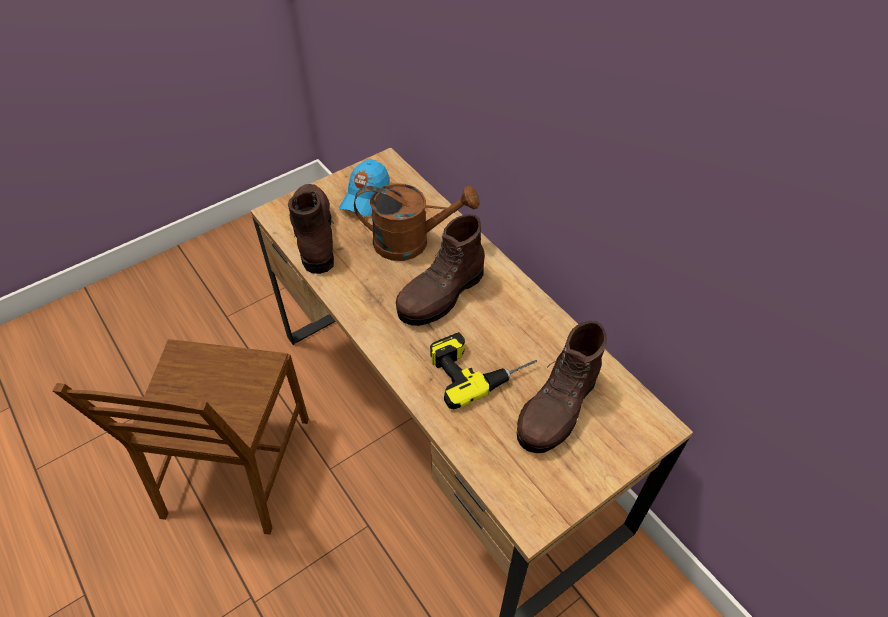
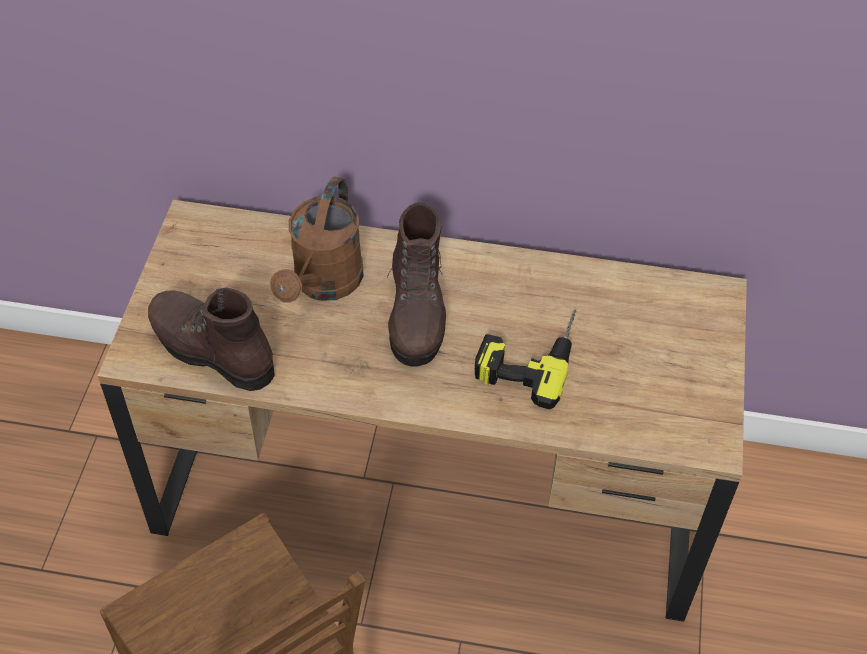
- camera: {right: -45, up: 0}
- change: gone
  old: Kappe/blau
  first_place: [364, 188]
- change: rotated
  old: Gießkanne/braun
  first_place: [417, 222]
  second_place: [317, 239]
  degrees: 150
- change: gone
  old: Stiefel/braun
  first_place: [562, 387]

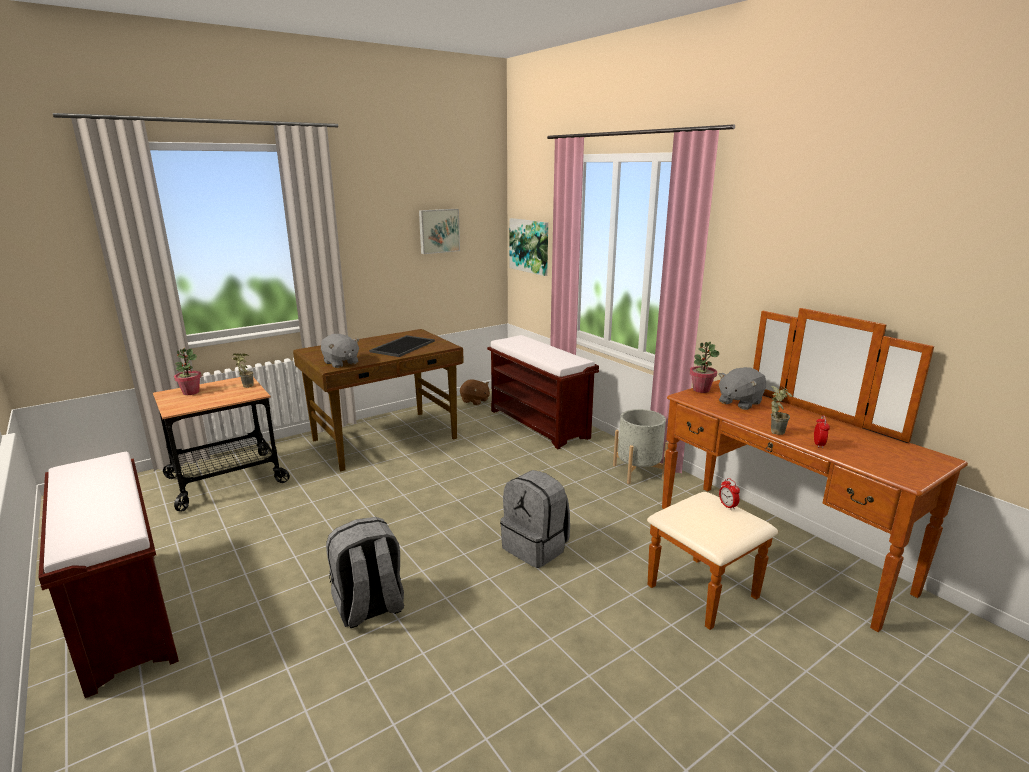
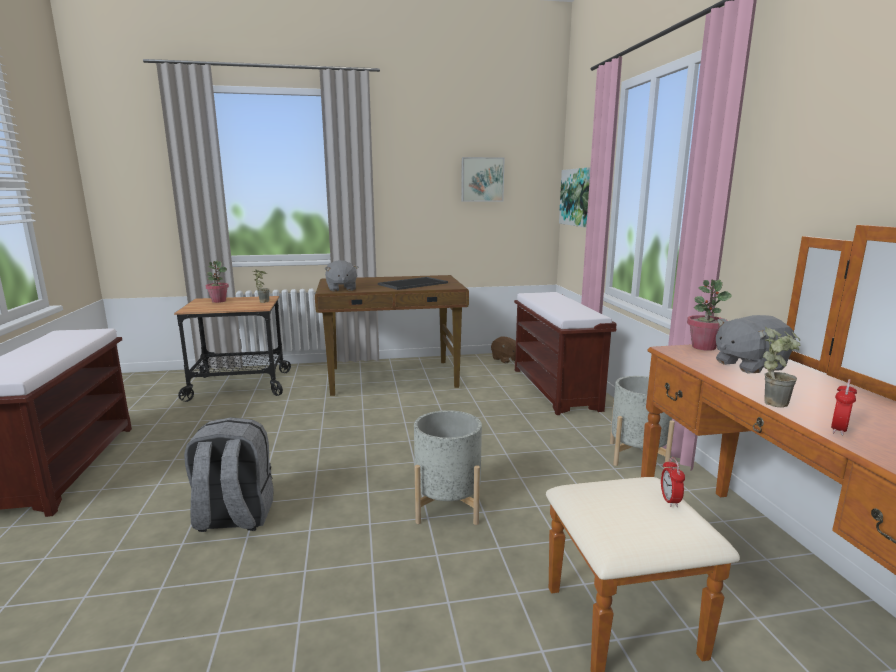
- camera: {right: 25, up: -5}
- change: swapped
  old: Rucksack/grau
  new: Pflanzkübel/grau
  first_place: [535, 519]
  second_place: [448, 467]

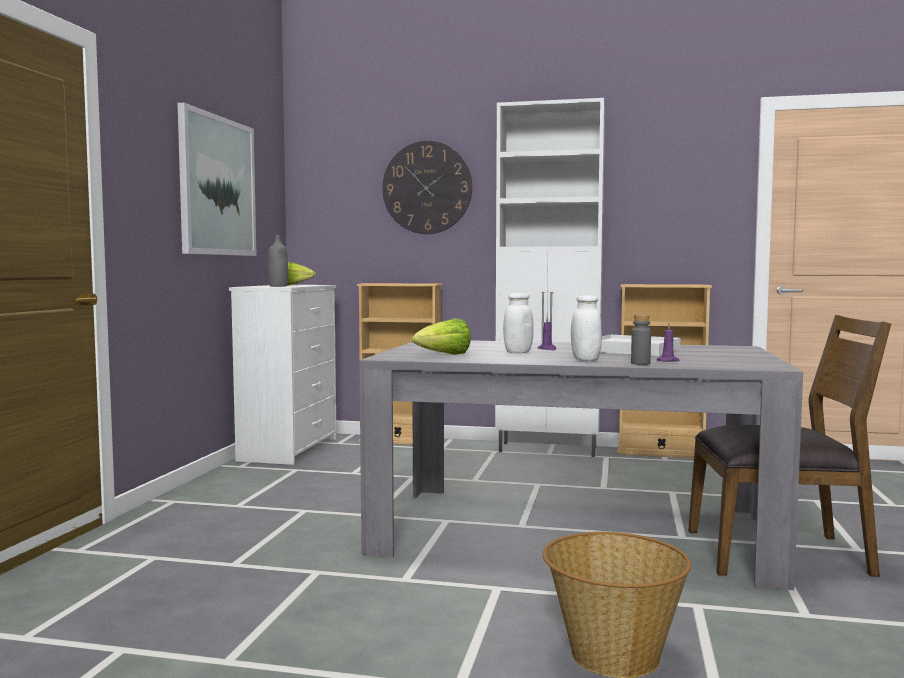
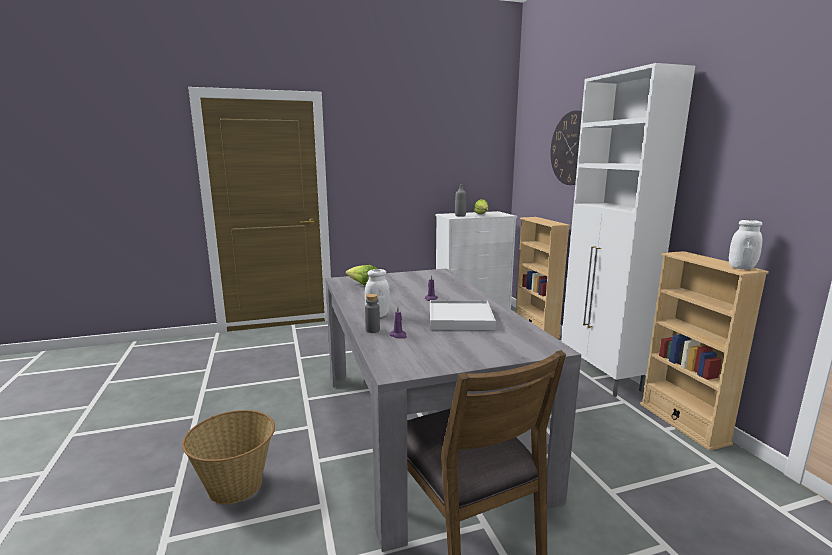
- camera: {right: 60, up: 10}
- change: gone
  old: Bild
  first_place: [217, 179]
- change: shifted
  old: Vorratsglas/weiß
  first_place: [518, 323]
  second_place: [745, 244]

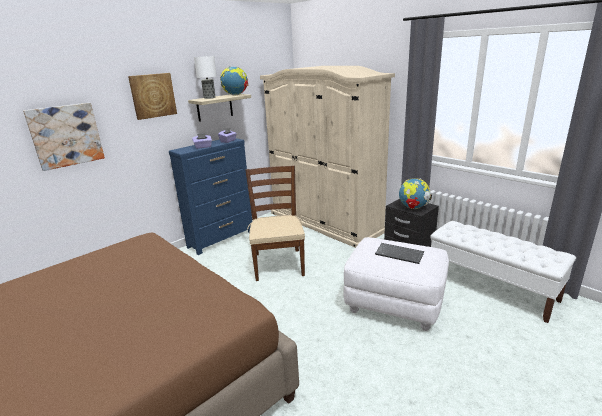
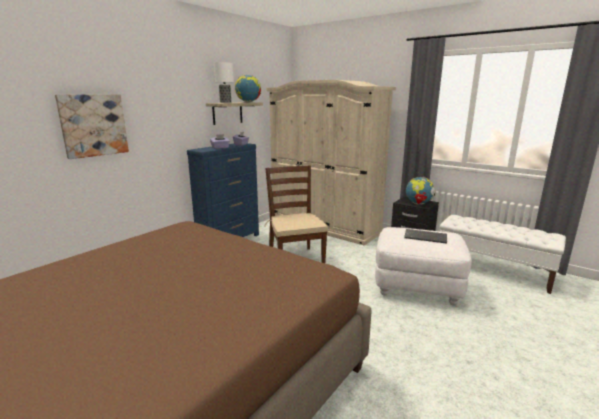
- camera: {right: -10, up: -5}
- change: gone
  old: Bild
  first_place: [152, 96]

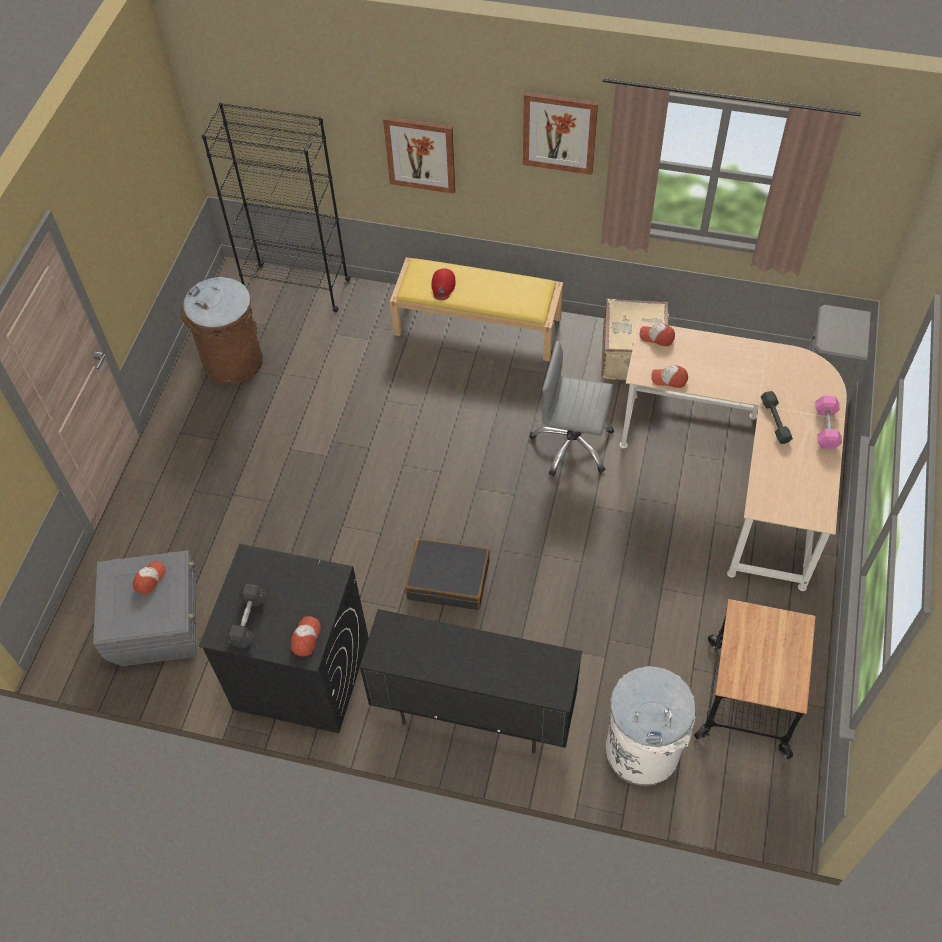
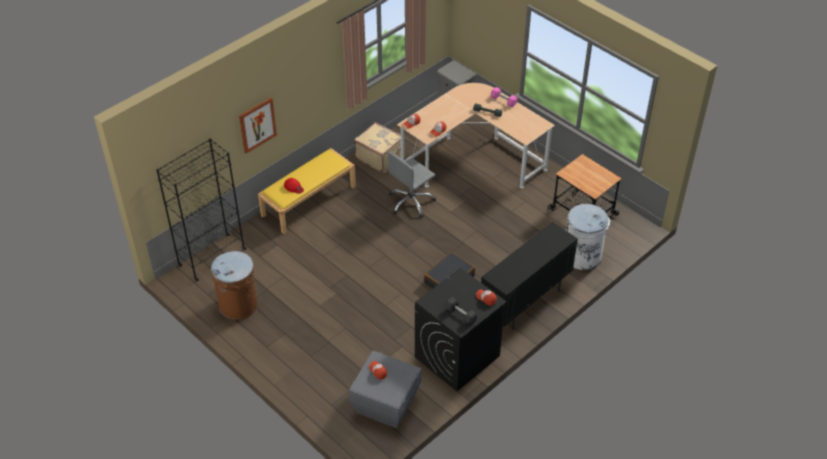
- camera: {right: -60, up: -10}
- change: gone
  old: Bild
  first_place: [560, 133]

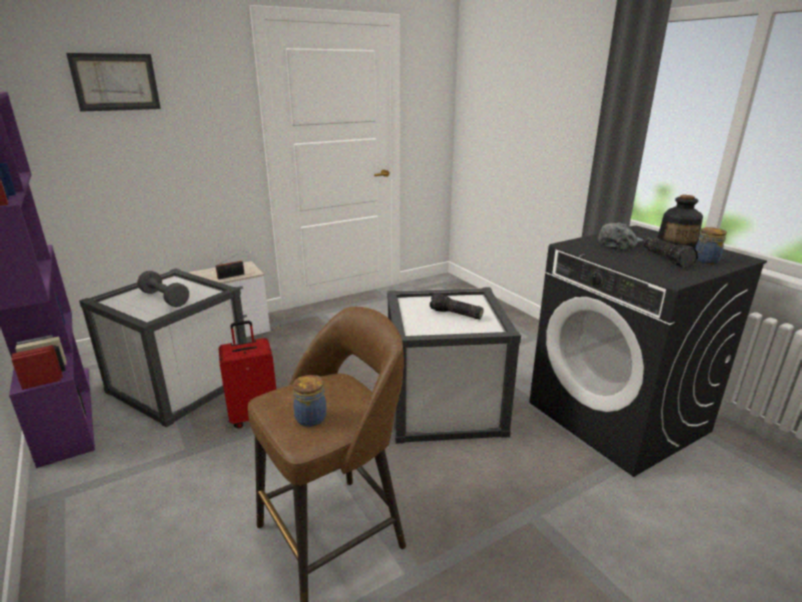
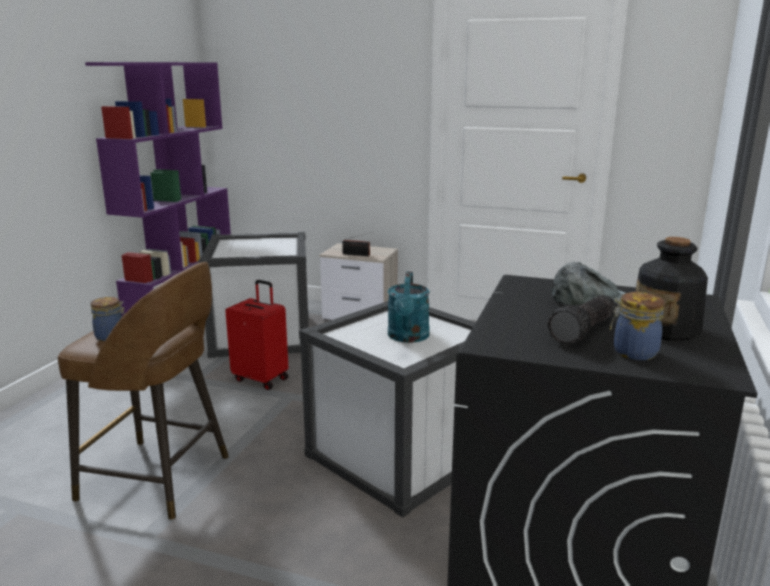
- camera: {right: 50, up: -5}
- change: gone
  old: Bild
  first_place: [113, 82]
- change: gone
  old: Hantel/grau
  first_place: [163, 289]
- change: swapped
  old: Taschenlampe
  new: Gießkanne/türkis
  first_place: [457, 306]
  second_place: [409, 307]

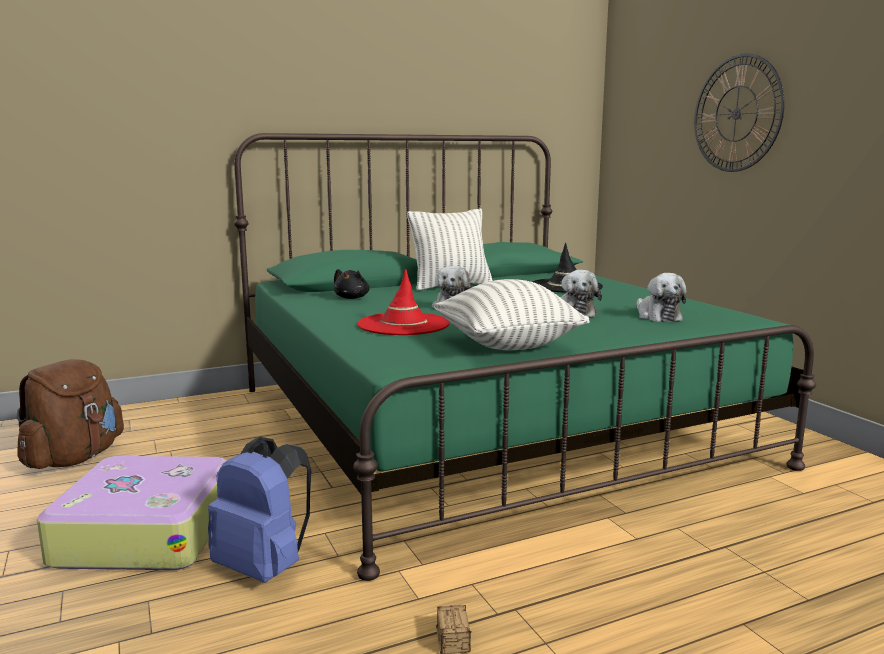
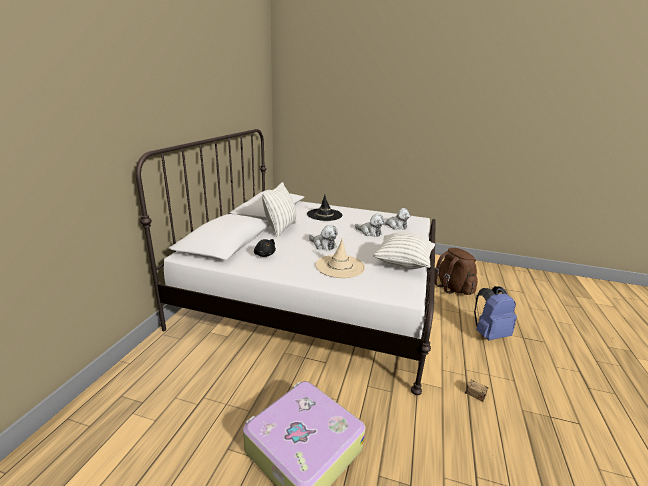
- camera: {right: -50, up: 10}
- change: shifted
  old: Rucksack/braun
  first_place: [70, 414]
  second_place: [456, 271]
- change: shifted
  old: Rucksack/blau
  first_place: [260, 510]
  second_place: [495, 313]
- change: repainted
  old: Bett/grün
  new: Bett/weiß
  first_place: [525, 357]
  second_place: [286, 262]
- change: repainted
  old: Hut/rot
  new: Hut/beige
  first_place: [403, 302]
  second_place: [340, 258]
- change: gone
  old: Wanduhr
  first_place: [739, 112]

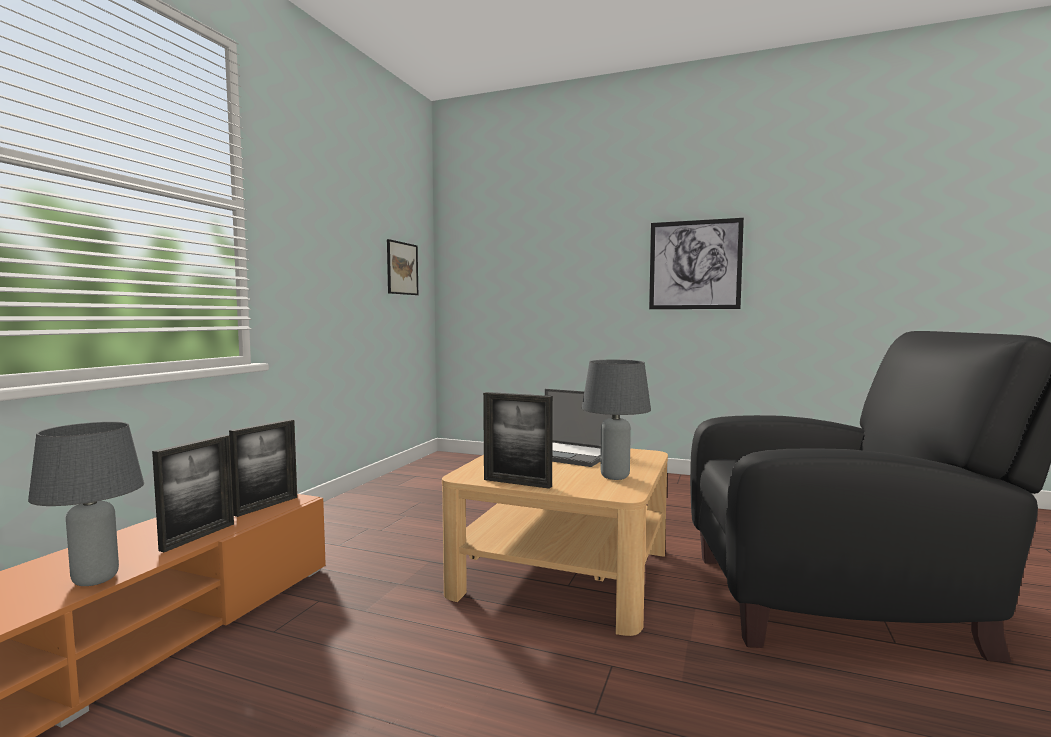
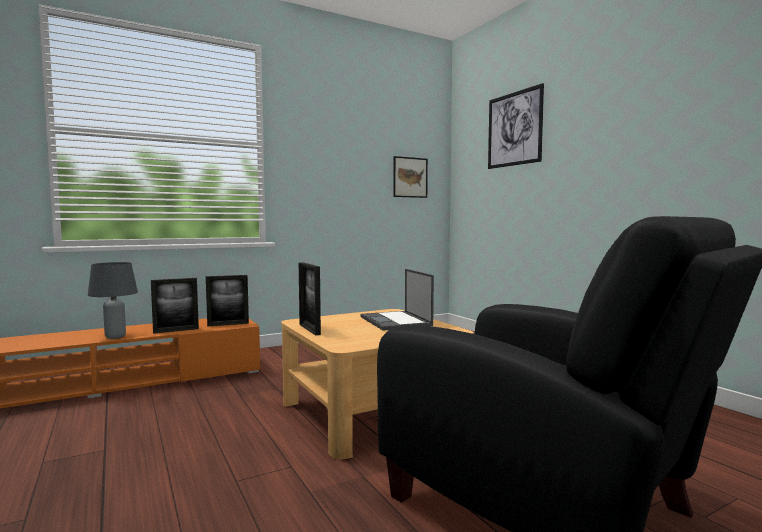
- camera: {right: 40, up: 0}
- change: gone
  old: Tischlampe/grau
  first_place: [616, 420]
- change: shifted
  old: Bild
  first_place: [696, 263]
  second_place: [516, 126]

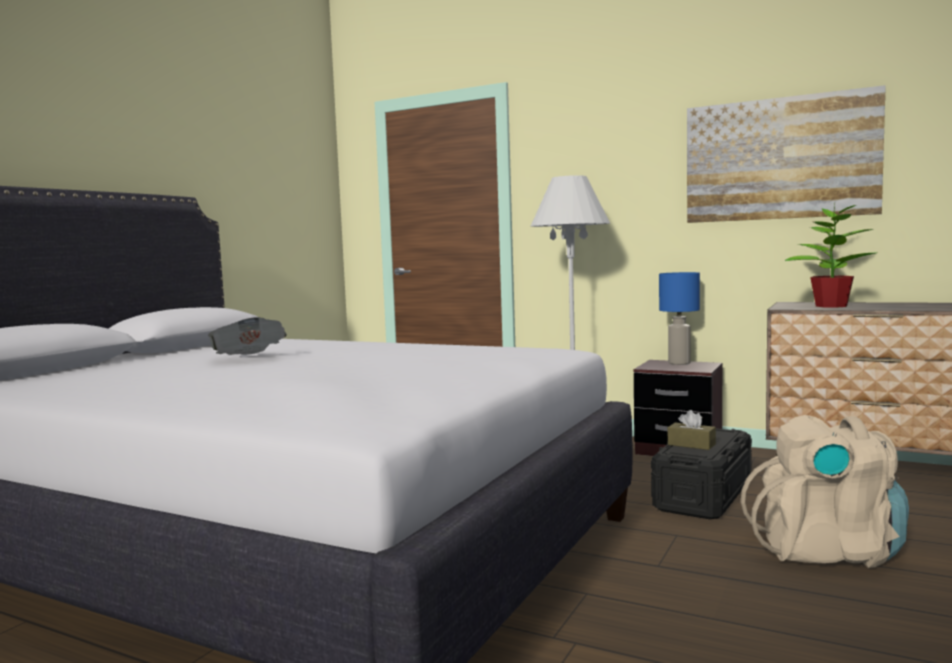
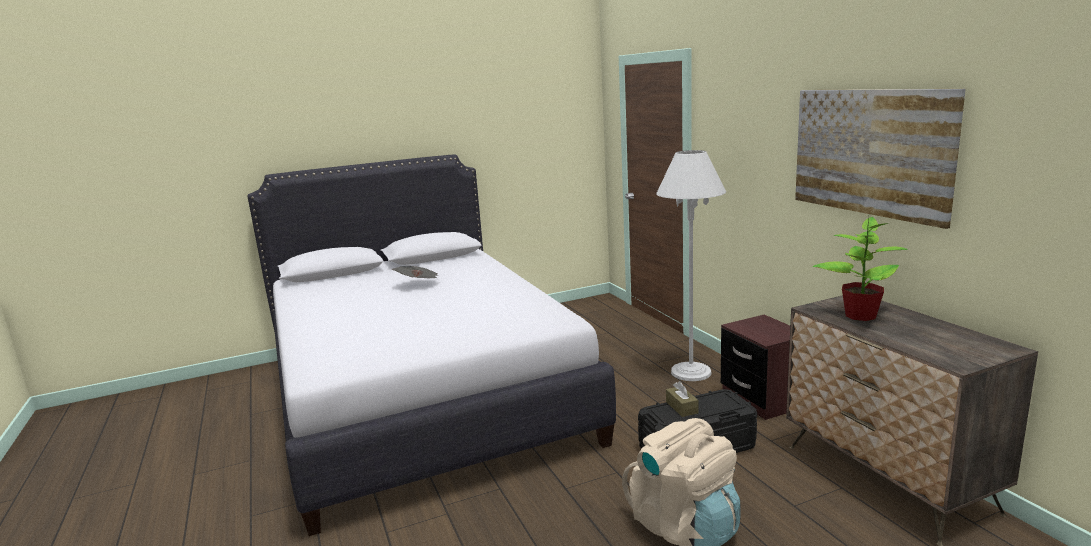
- camera: {right: 40, up: 10}
- change: gone
  old: Tischlampe/blau
  first_place: [679, 318]

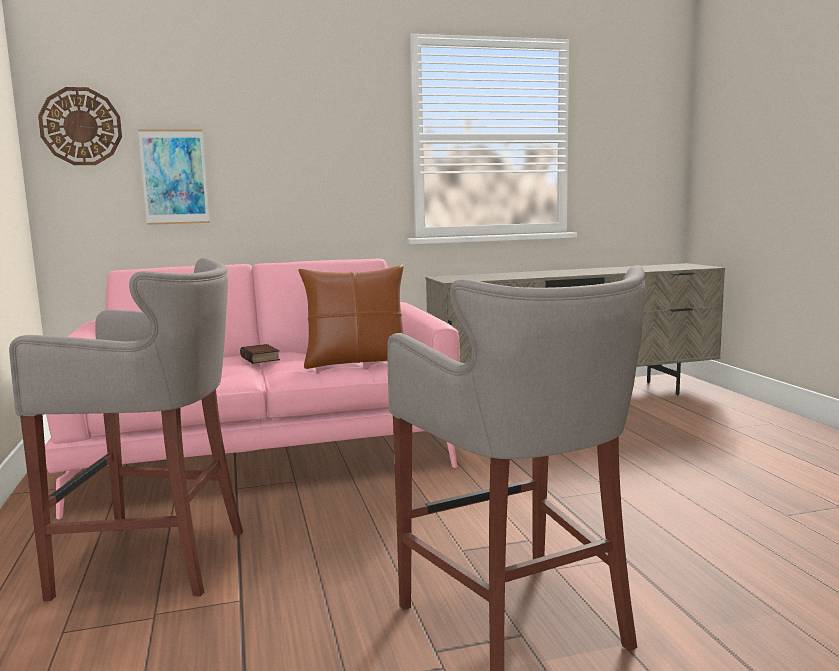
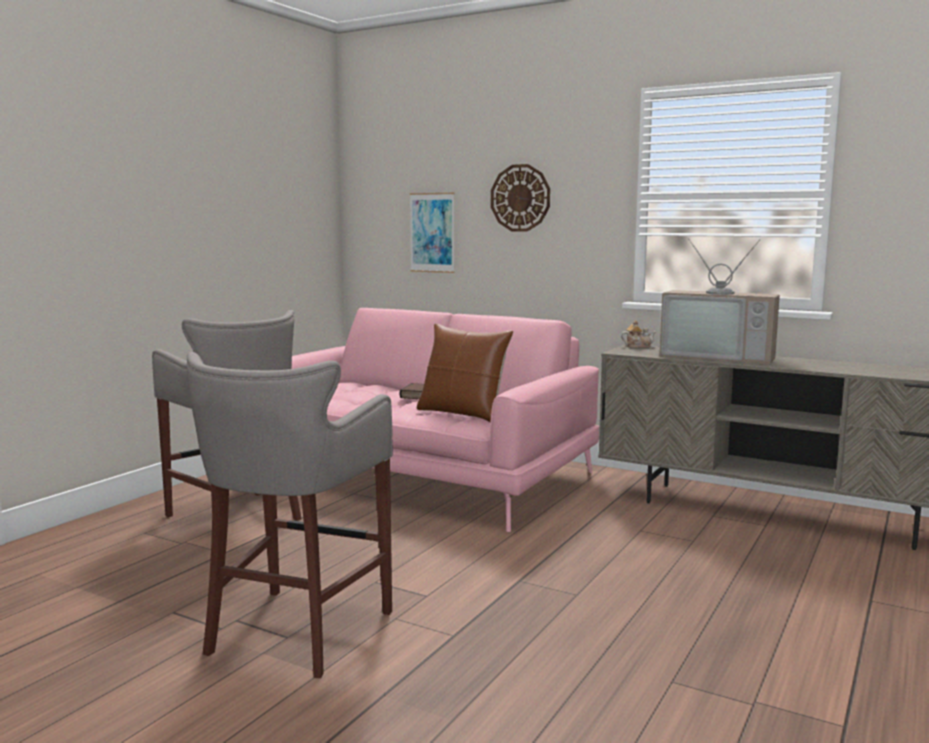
- camera: {right: 45, up: 0}
- change: shifted
  old: Wanduhr
  first_place: [80, 126]
  second_place: [520, 198]
- change: new
  new: Teekanne
  second_place: [638, 334]
- change: new
  new: Fernseher
  second_place: [719, 301]

